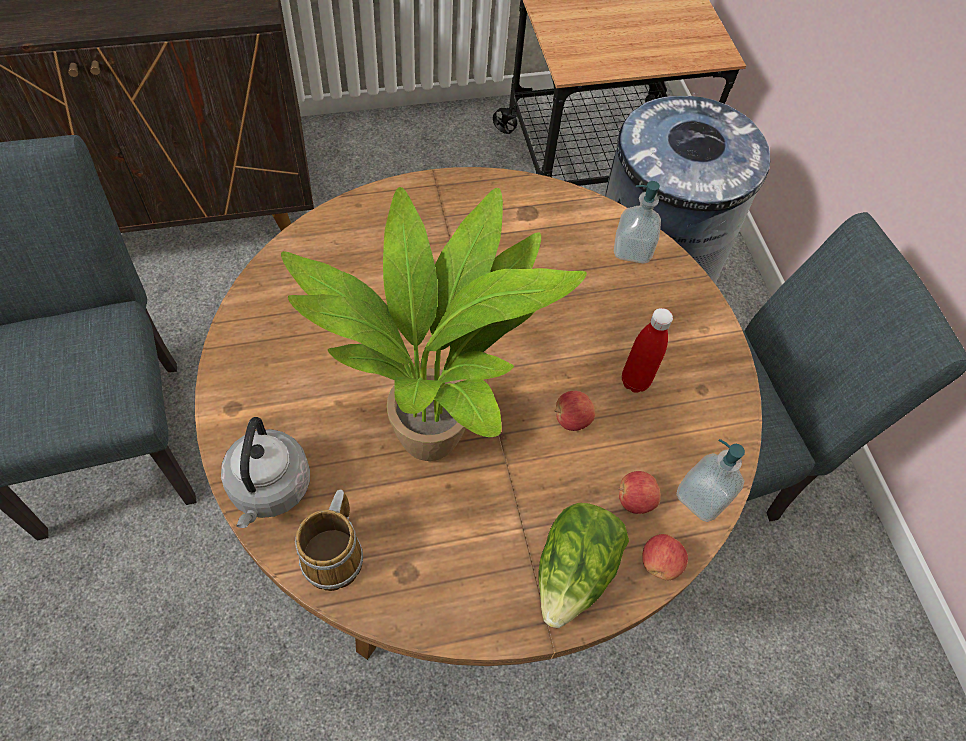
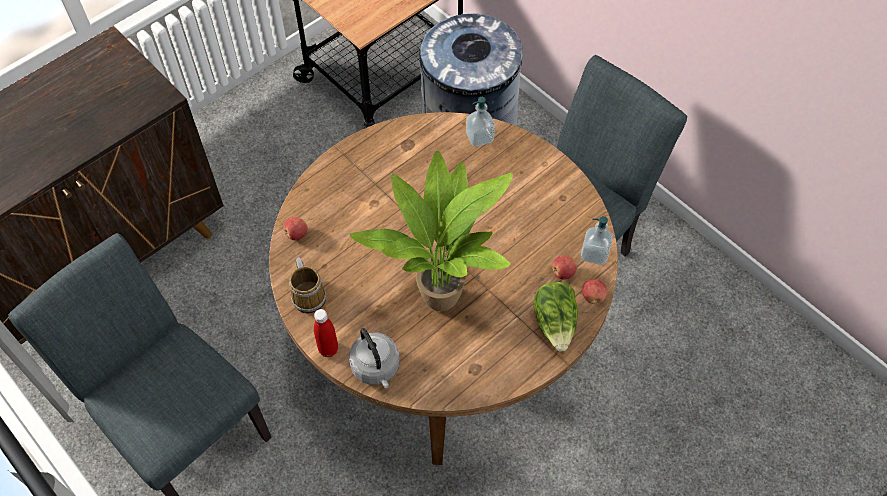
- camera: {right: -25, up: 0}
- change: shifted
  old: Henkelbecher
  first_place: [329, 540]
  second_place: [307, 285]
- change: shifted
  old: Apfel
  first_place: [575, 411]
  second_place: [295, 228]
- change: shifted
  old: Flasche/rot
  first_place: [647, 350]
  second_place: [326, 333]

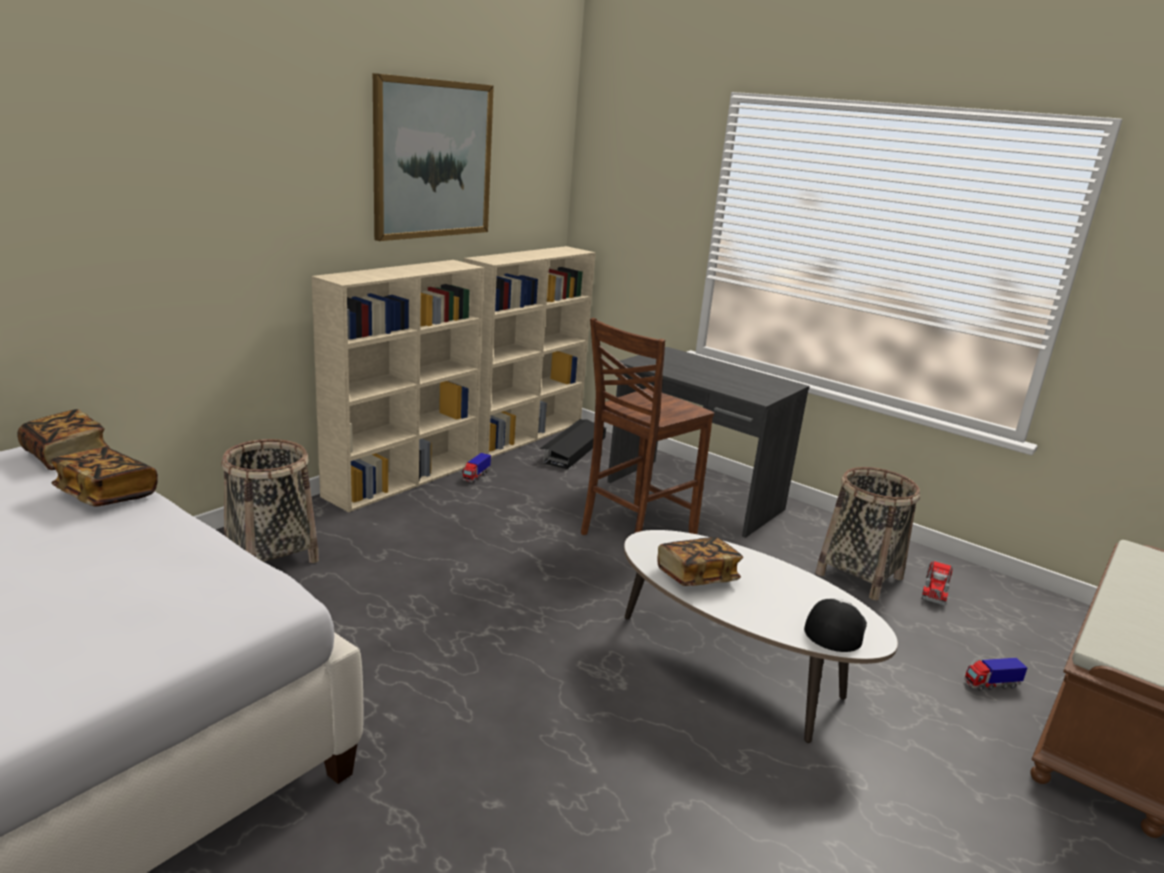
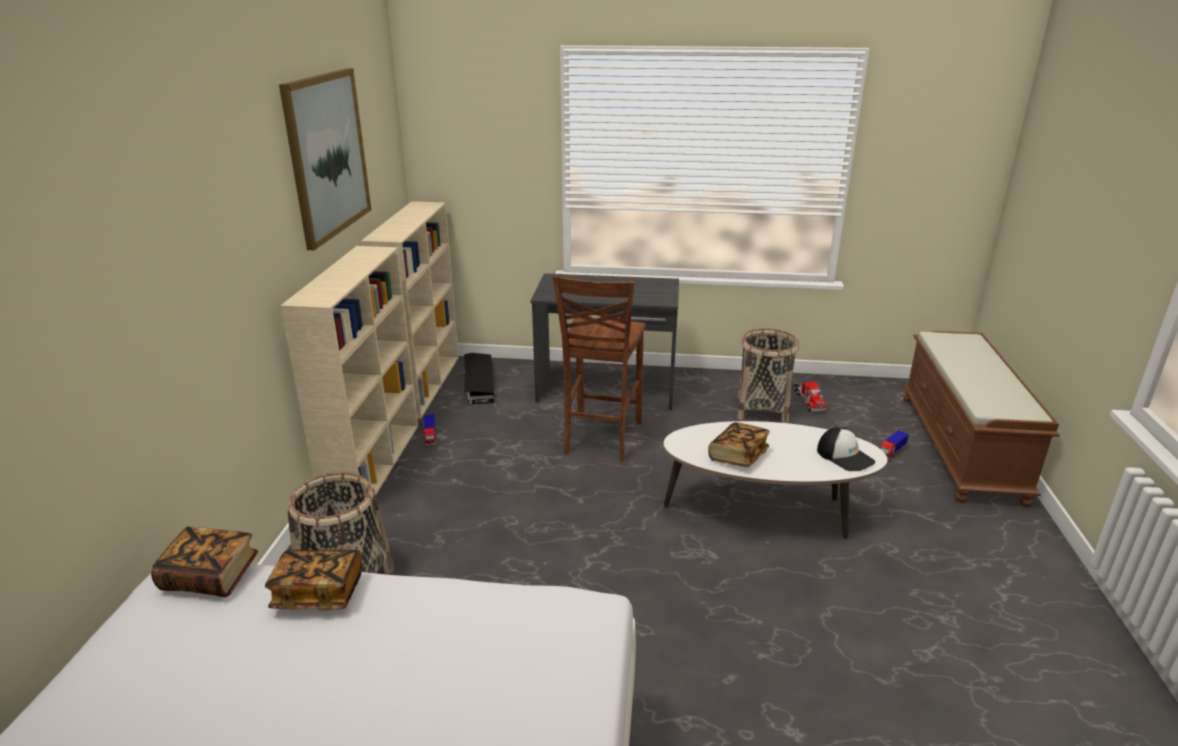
- camera: {right: -30, up: 5}
- change: rotated
  old: Kappe
  first_place: [835, 625]
  second_place: [846, 449]
  degrees: 150

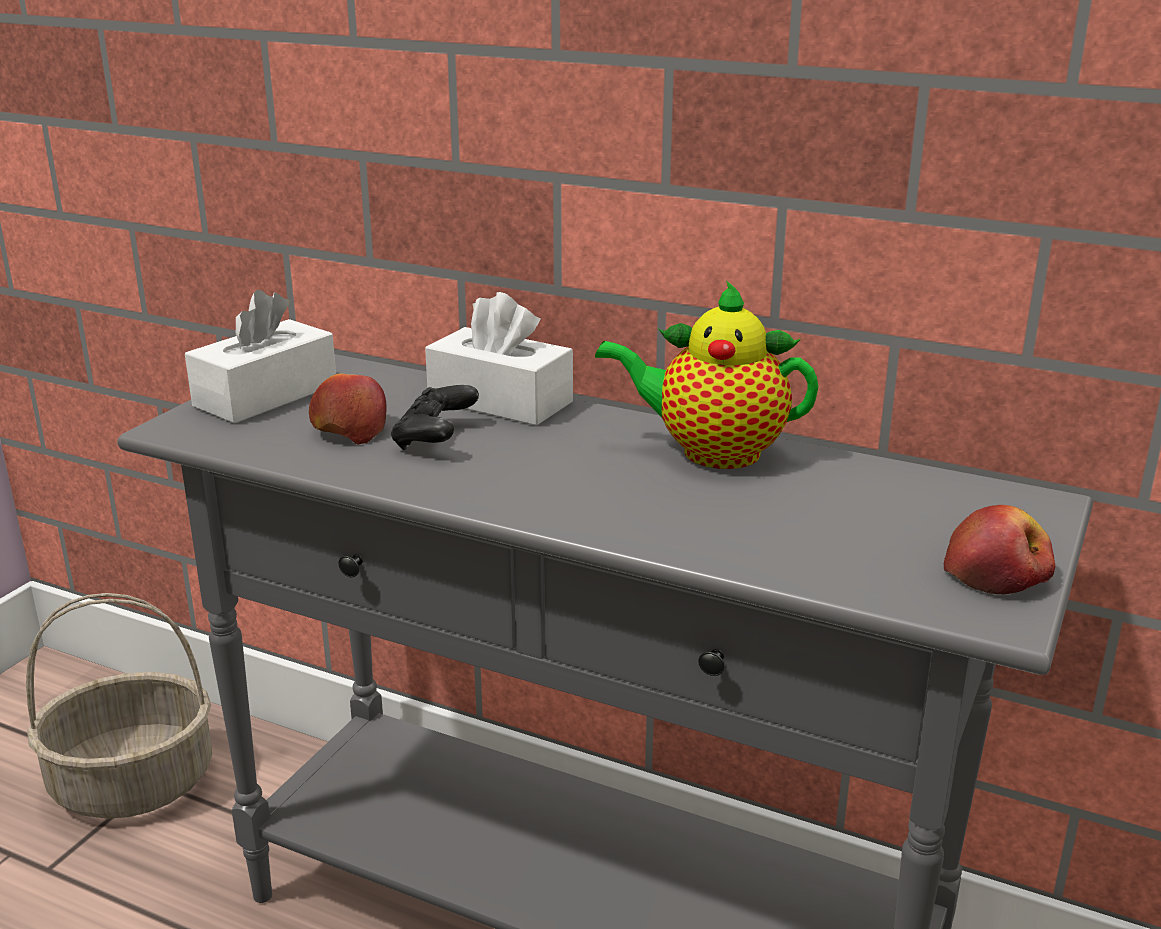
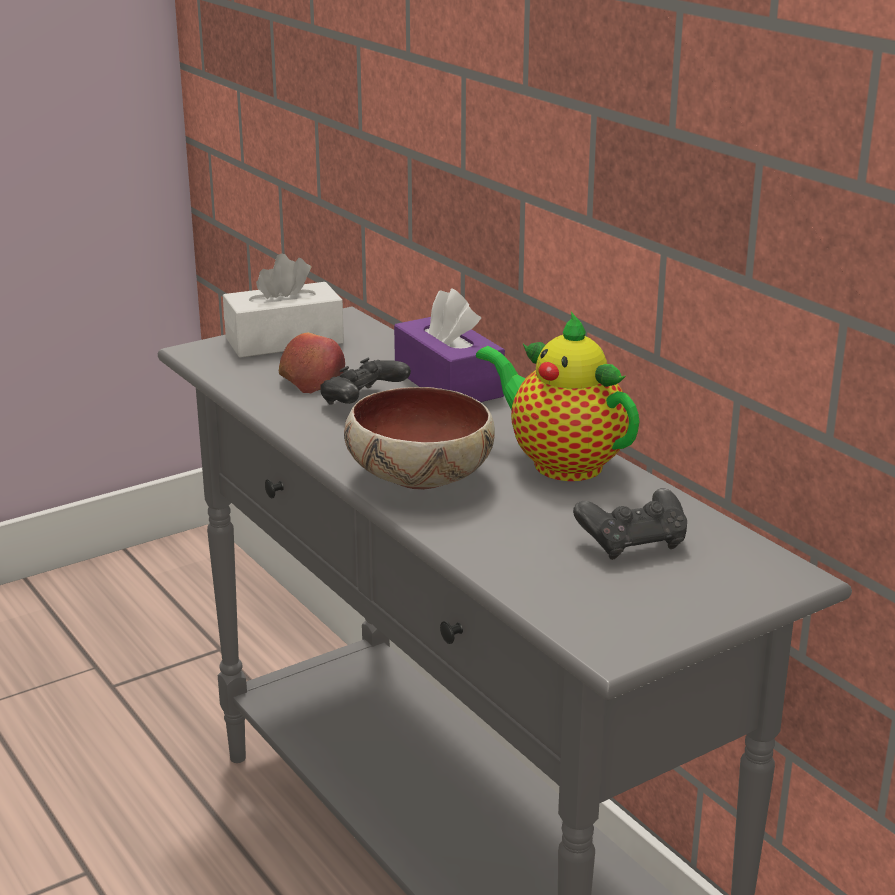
- camera: {right: 30, up: 0}
- change: gone
  old: Korb
  first_place: [119, 706]
- change: repainted
  old: Taschentuchbox/weiß
  new: Taschentuchbox/lila
  first_place: [499, 359]
  second_place: [449, 345]
- change: gone
  old: Apfel
  first_place: [999, 550]
- change: new
  new: Schüssel
  second_place: [419, 438]
- change: new
  new: Gamepad/schwarz
  second_place: [630, 524]

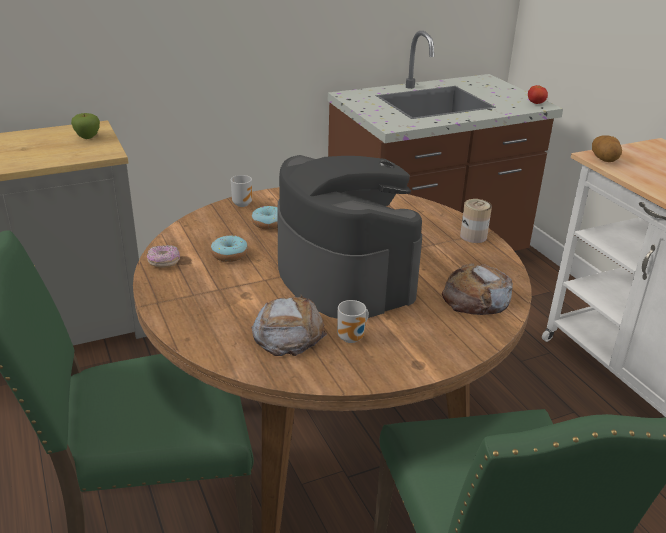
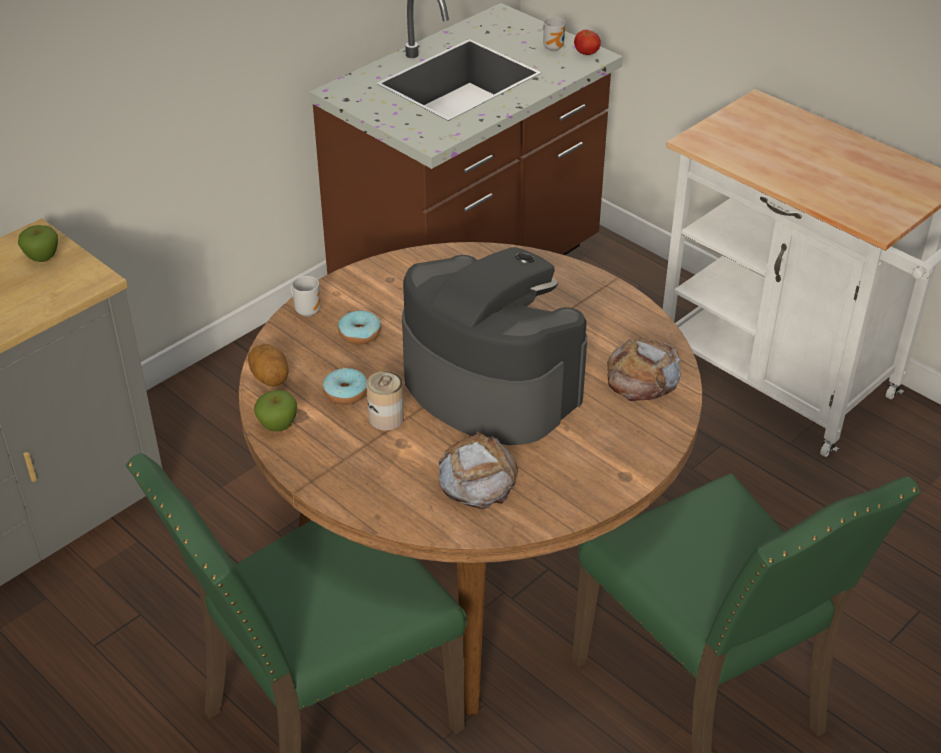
- camera: {right: -20, up: 10}
- change: swapped
  old: Donut
  new: Apfel
  first_place: [163, 256]
  second_place: [275, 411]
- change: shifted
  old: Henkelbecher
  first_place: [353, 321]
  second_place: [554, 34]
- change: shifted
  old: Dose
  first_place: [476, 221]
  second_place: [385, 401]
- change: shifted
  old: Kartoffel
  first_place: [607, 148]
  second_place: [268, 365]

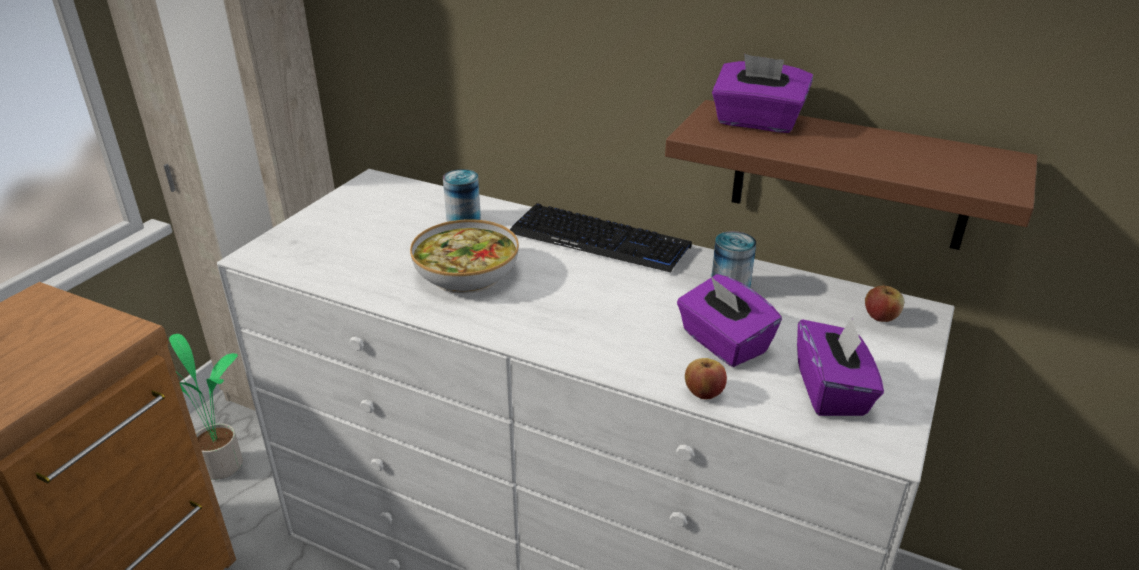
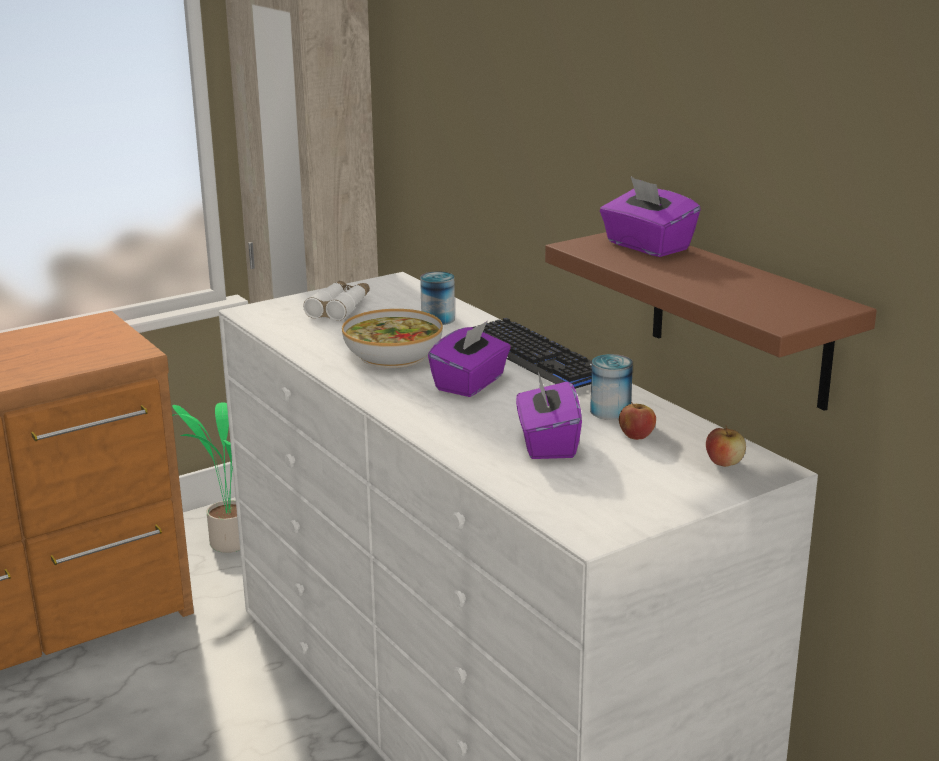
- camera: {right: 30, up: -10}
- change: shifted
  old: Apfel
  first_place: [706, 378]
  second_place: [637, 421]
- change: shifted
  old: Taschentuchbox/lila
  first_place: [840, 366]
  second_place: [469, 359]
- change: new
  new: Fernglas/weiß
  second_place: [336, 301]

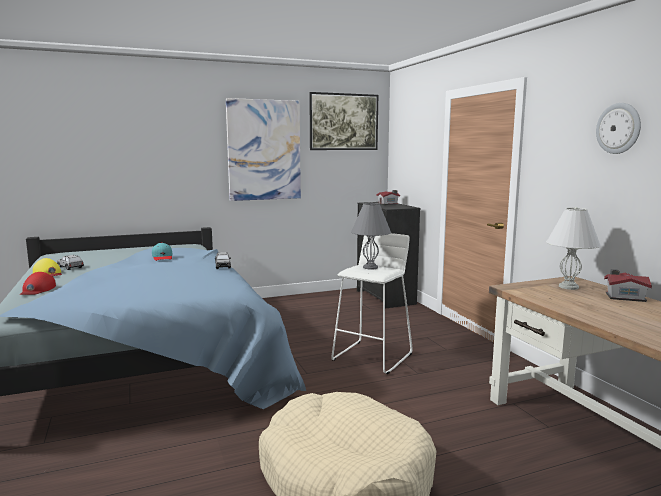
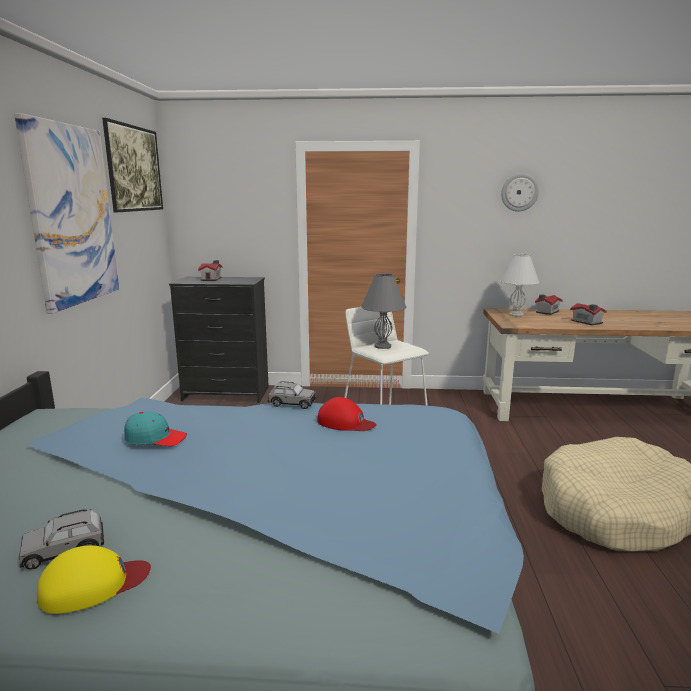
- camera: {right: -65, up: 5}
- change: shifted
  old: Kappe/rot
  first_place: [38, 283]
  second_place: [347, 414]
- change: new
  new: Spielzeughaus
  second_place: [588, 314]

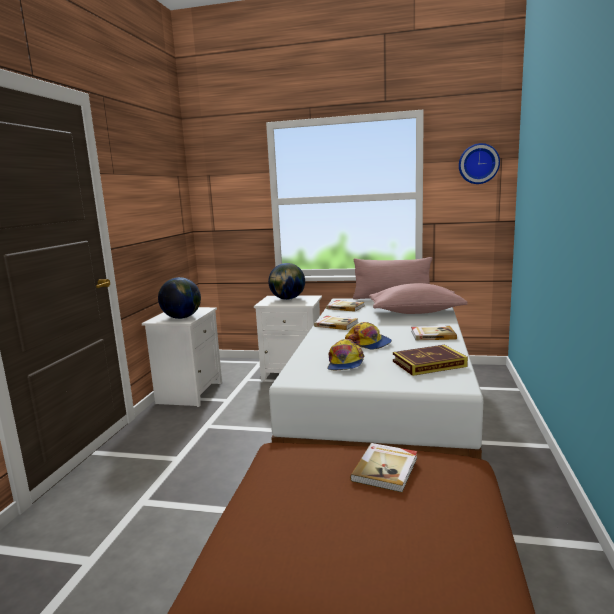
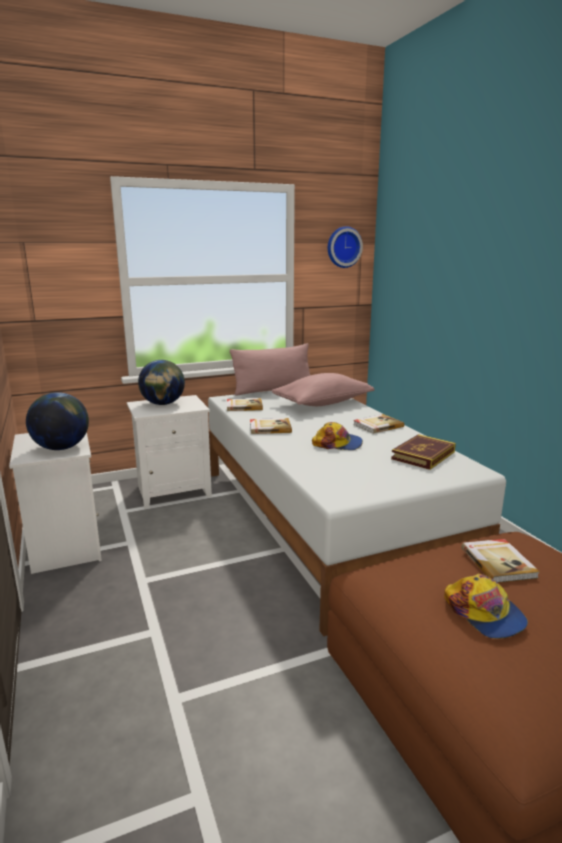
- camera: {right: -35, up: 5}
- change: shifted
  old: Kappe
  first_place: [345, 354]
  second_place: [486, 606]

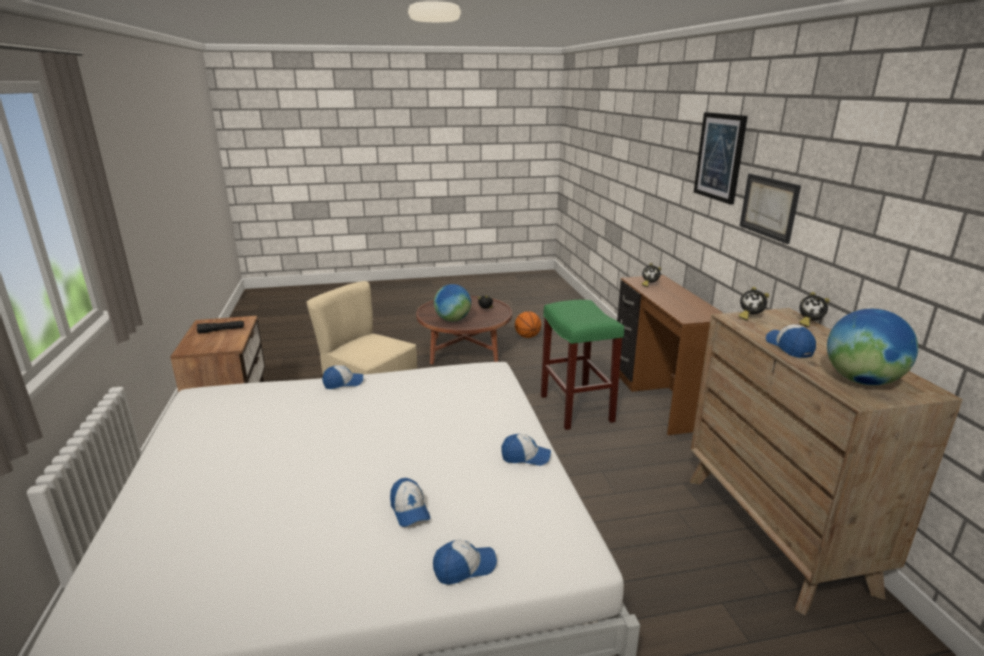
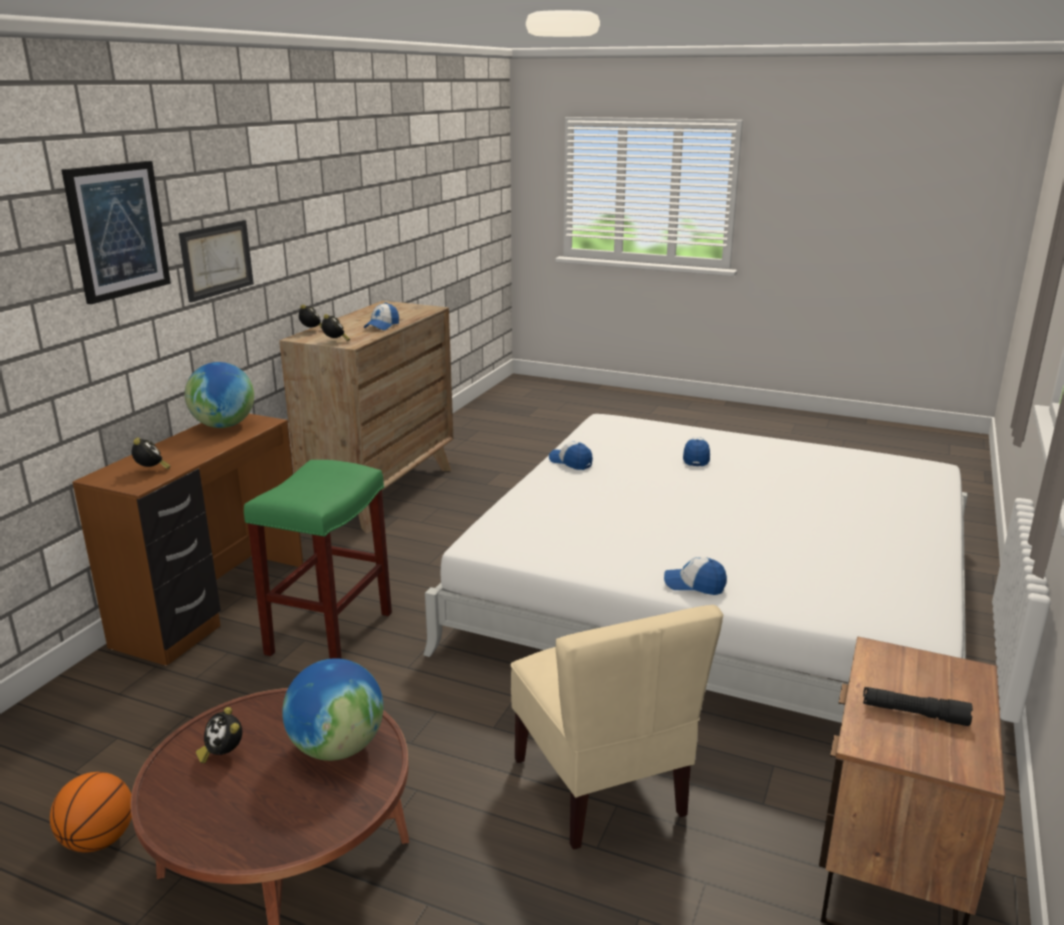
- camera: {right: -145, up: 0}
- change: gone
  old: Kappe
  first_place: [465, 562]
- change: shifted
  old: Globus
  first_place: [872, 347]
  second_place: [219, 395]

